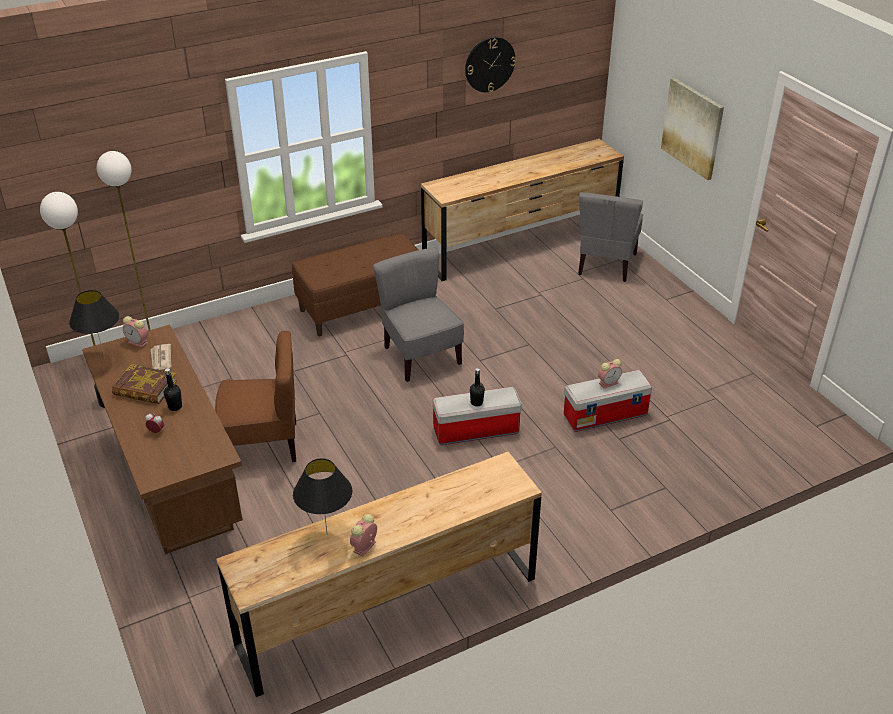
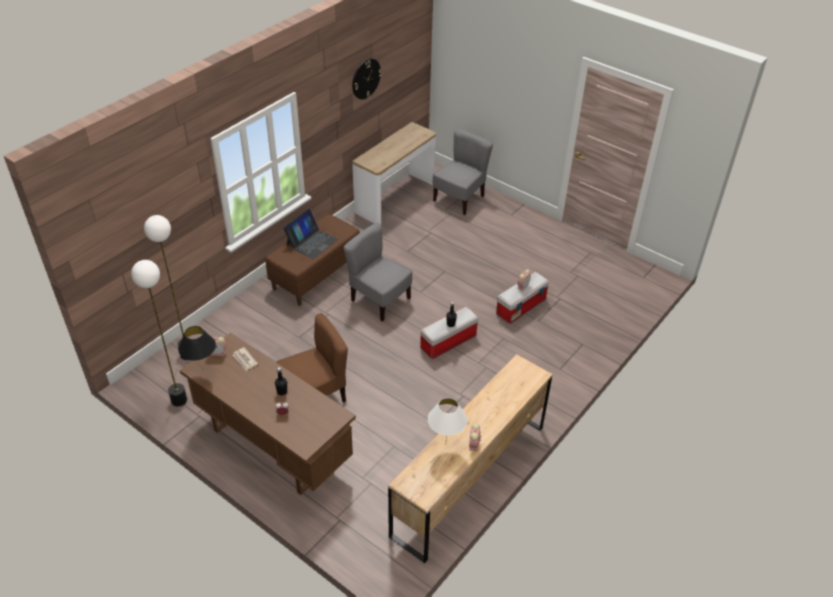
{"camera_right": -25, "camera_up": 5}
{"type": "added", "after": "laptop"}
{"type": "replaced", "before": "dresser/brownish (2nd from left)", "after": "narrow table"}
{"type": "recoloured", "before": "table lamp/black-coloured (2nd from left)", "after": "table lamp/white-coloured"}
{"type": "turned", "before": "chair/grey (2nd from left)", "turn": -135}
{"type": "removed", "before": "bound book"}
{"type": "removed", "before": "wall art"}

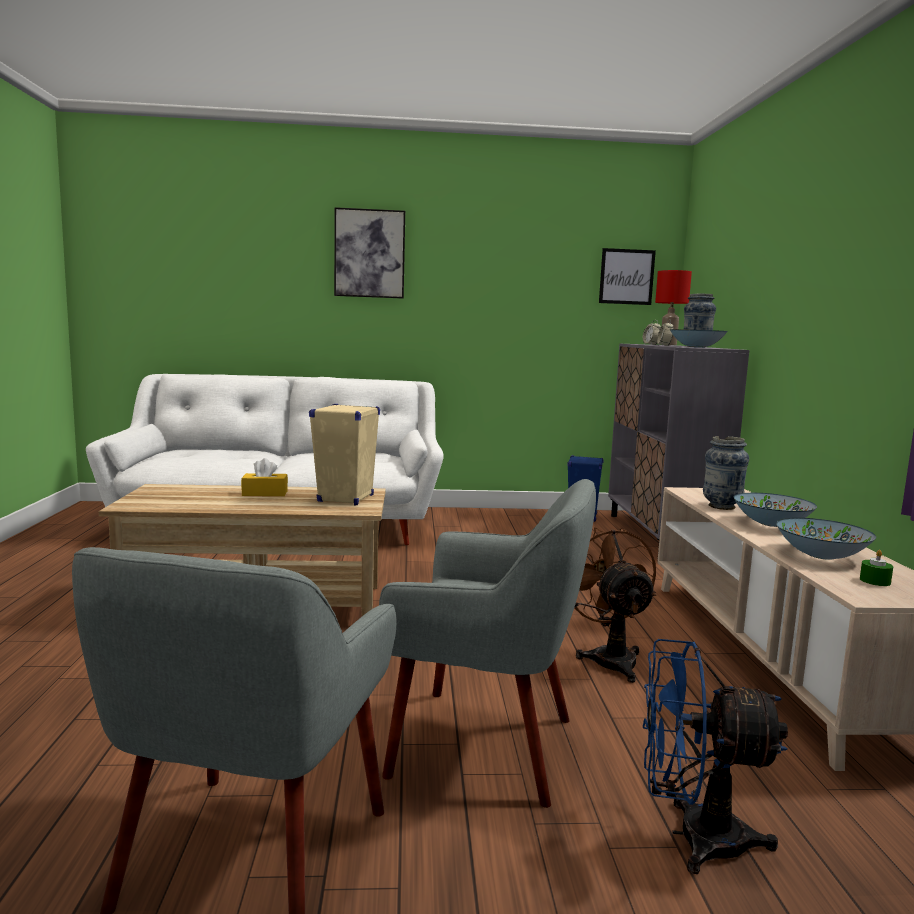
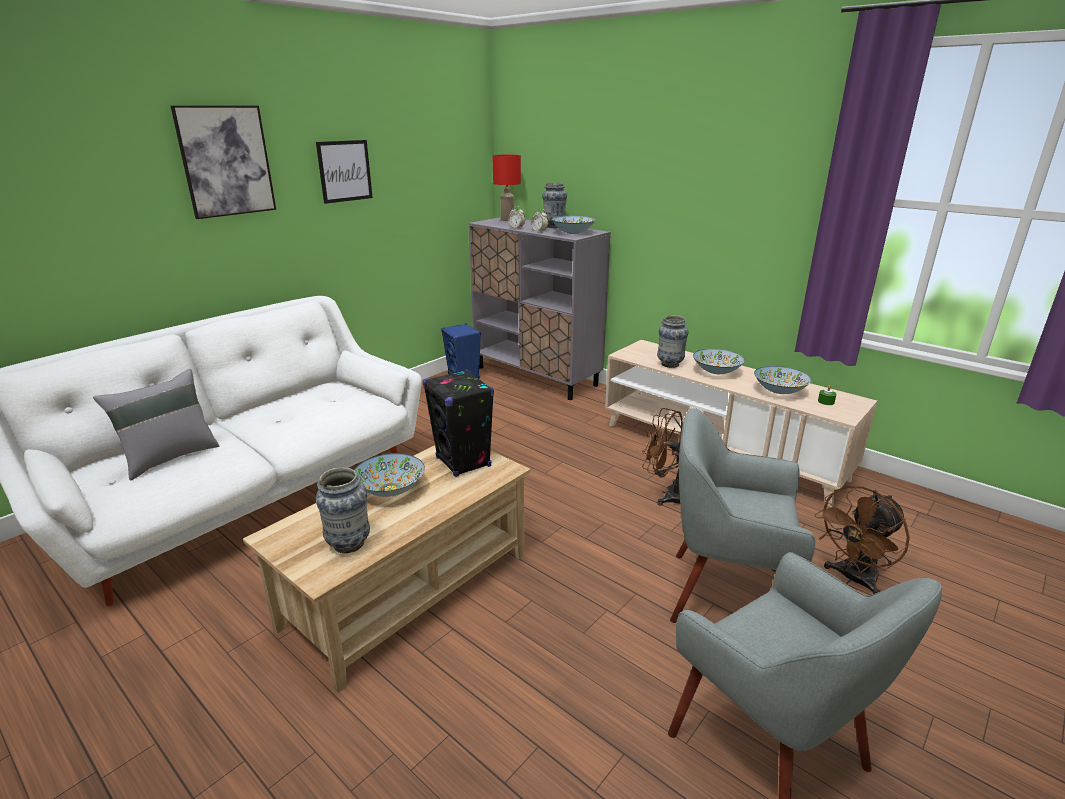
{"camera_right": -45, "camera_up": 15}
{"type": "added", "after": "cushion/grey"}
{"type": "moved", "before": "wall art (2nd from left)"}
{"type": "added", "after": "decorative vase (1st from left)"}
{"type": "replaced", "before": "box of tissues/yellowish", "after": "bowl (1st from left)"}
{"type": "recoloured", "before": "speaker/sand-coloured", "after": "speaker/black-coloured"}
{"type": "turned", "before": "armchair/grey (2nd from left in the first image)", "turn": -135}
{"type": "recoloured", "before": "electric fan/blue", "after": "electric fan/brownish (2nd from left)"}

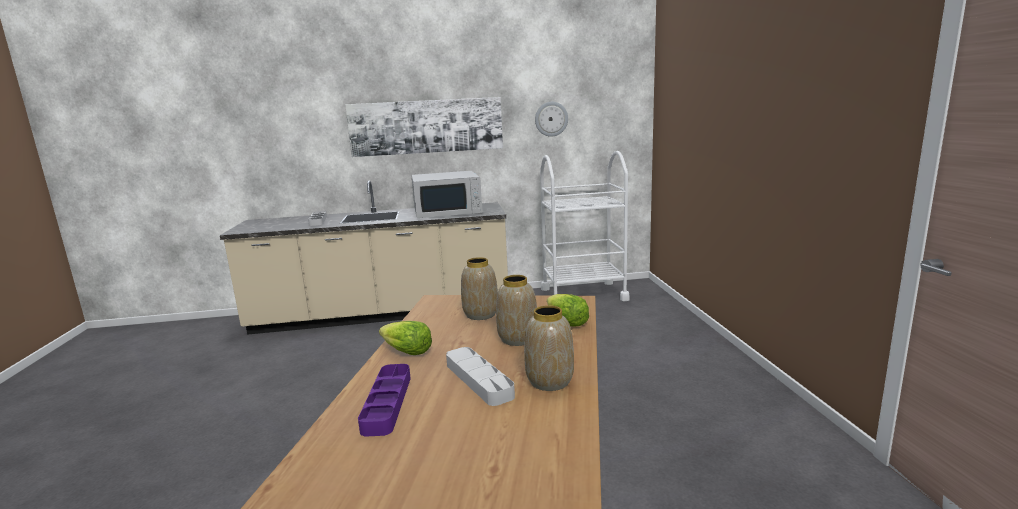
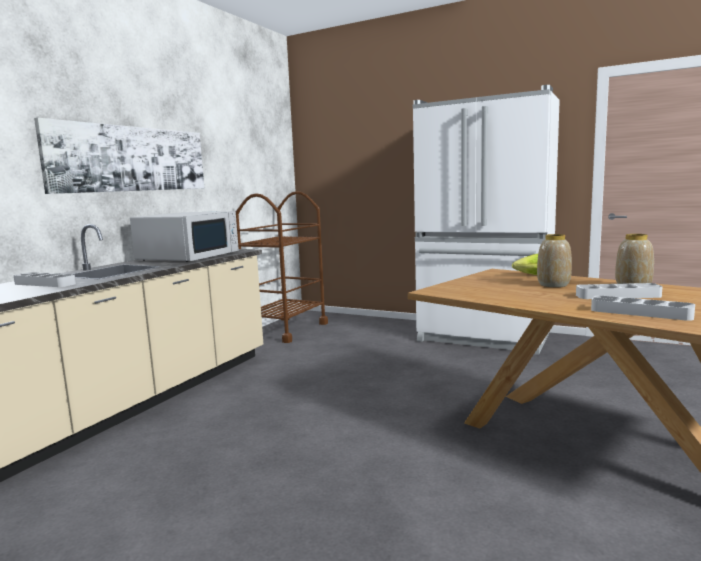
{"camera_right": -55, "camera_up": -5}
{"type": "recoloured", "before": "trolley/white-coloured", "after": "trolley/brownish"}
{"type": "added", "after": "kitchen fridge/white-coloured"}
{"type": "recoloured", "before": "tray/purple", "after": "tray/grey (3rd from left)"}
{"type": "removed", "before": "lettuce (1st from left)"}
{"type": "removed", "before": "decorative vase (1st from left)"}
{"type": "removed", "before": "hanging clock"}

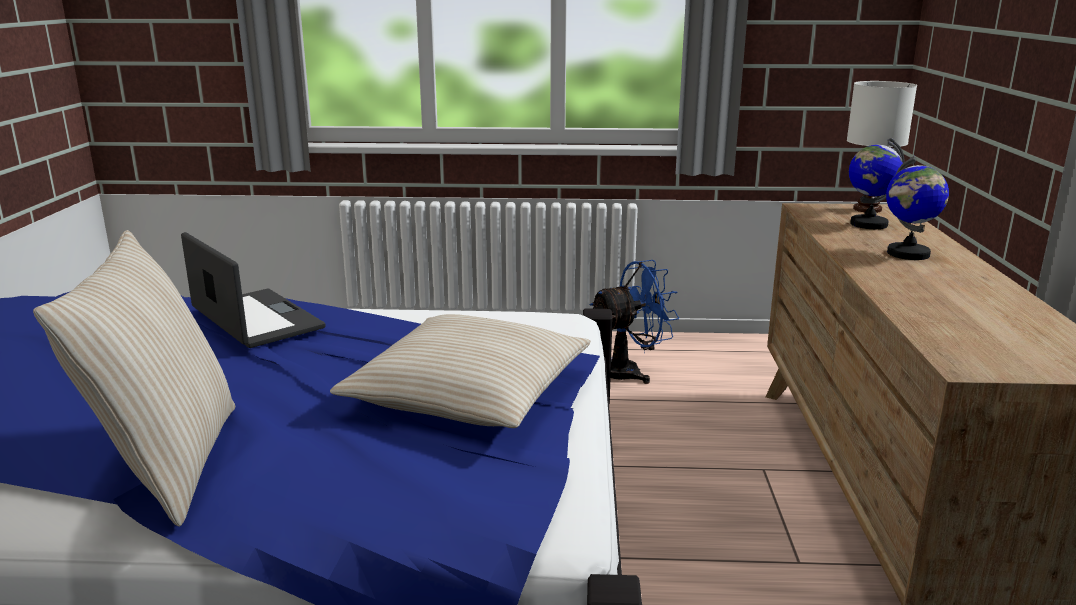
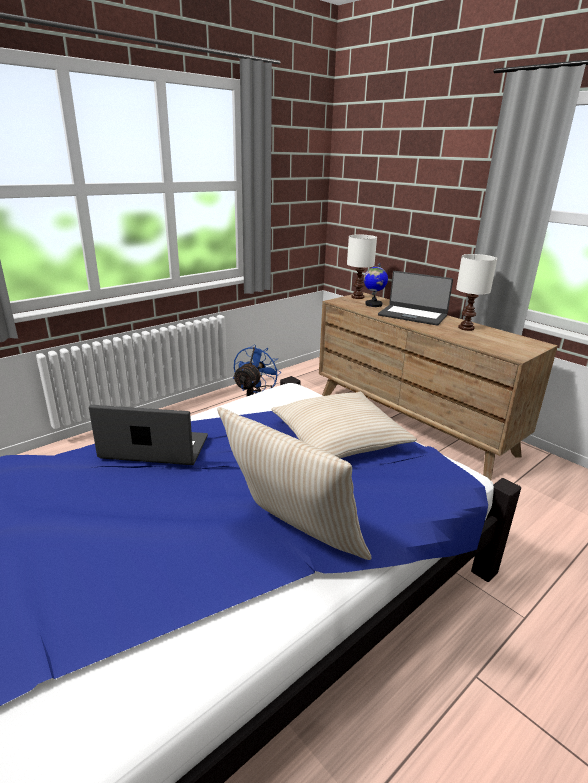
{"camera_right": -45, "camera_up": 5}
{"type": "replaced", "before": "globe (2nd from left)", "after": "laptop (2nd from left)"}
{"type": "added", "after": "table lamp/white-coloured (2nd from left)"}

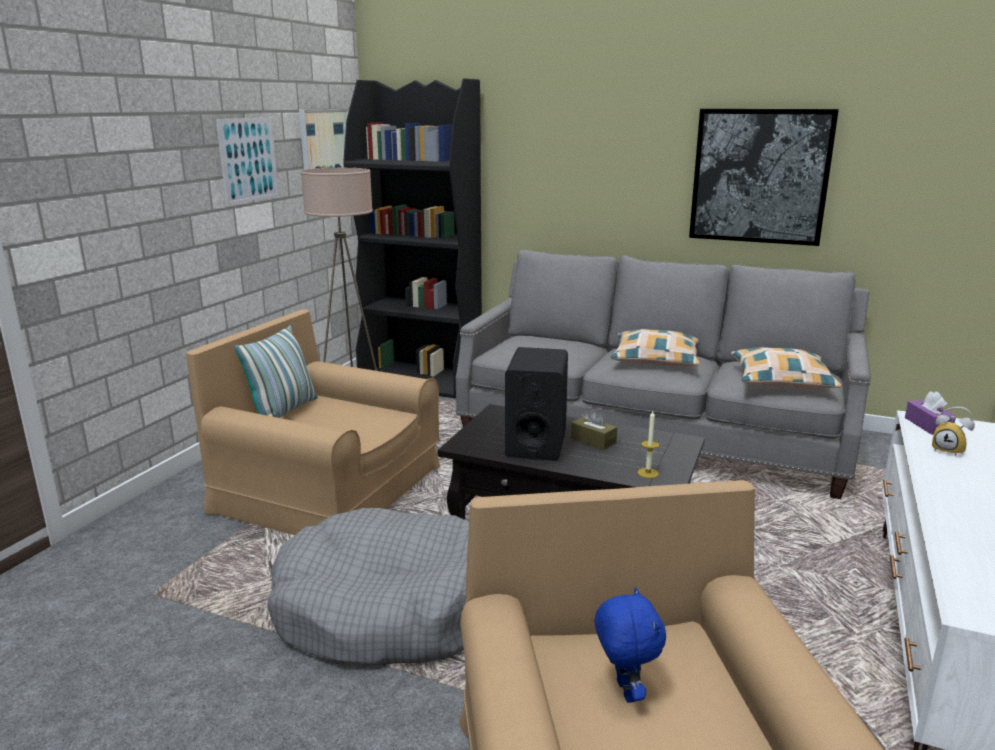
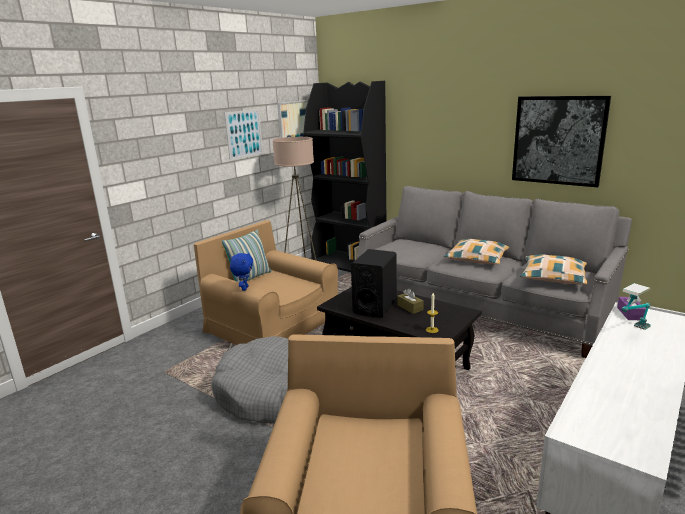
{"camera_right": 15, "camera_up": 0}
{"type": "moved", "before": "cuddly toy/blue"}
{"type": "replaced", "before": "table clock", "after": "table lamp"}

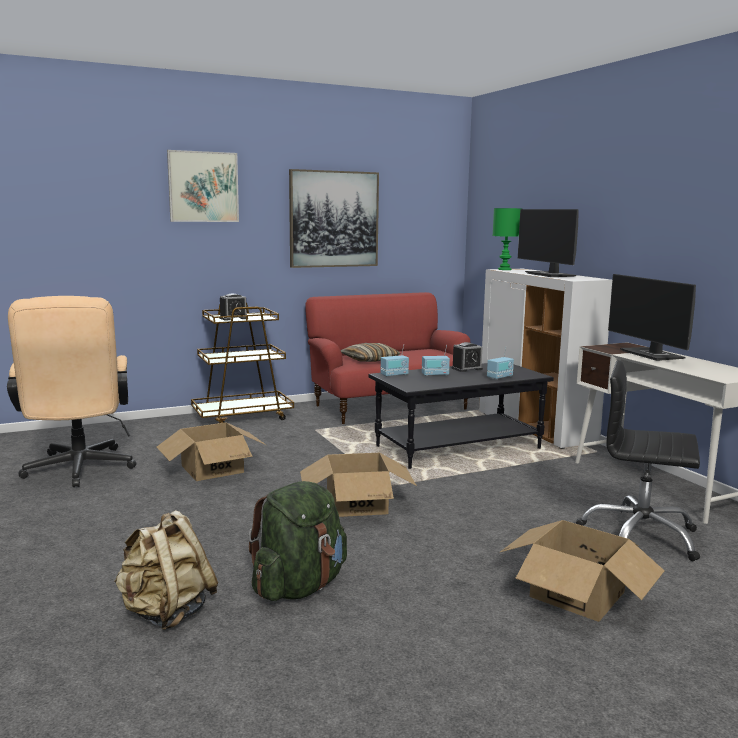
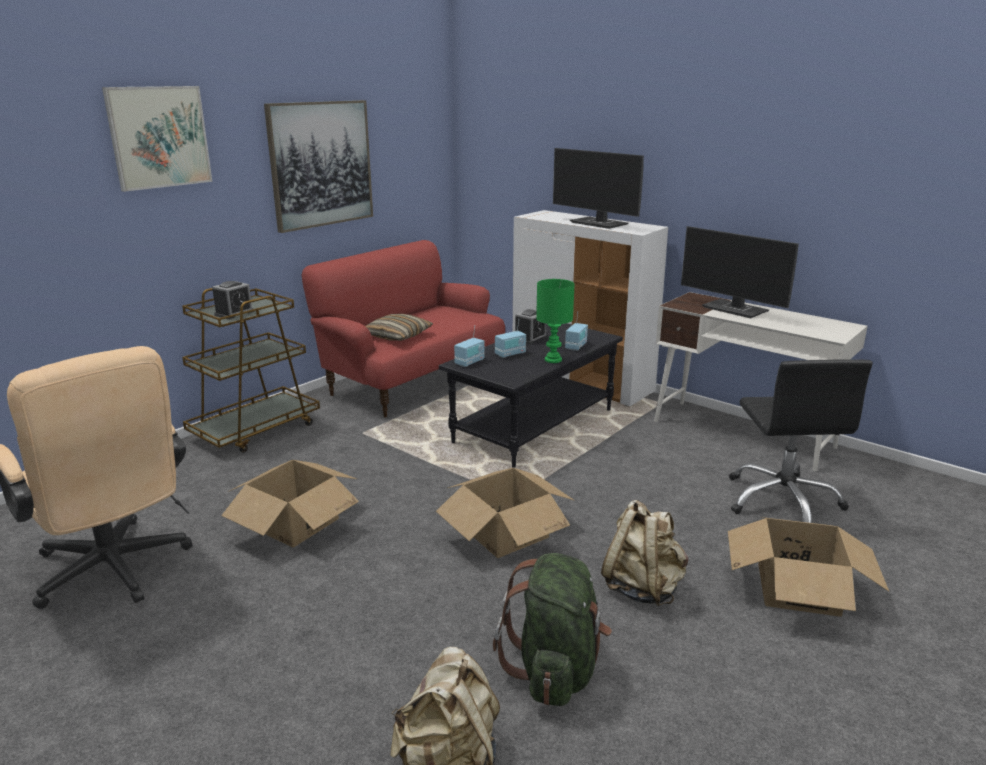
{"camera_right": -25, "camera_up": 10}
{"type": "moved", "before": "table lamp/green-coloured"}
{"type": "added", "after": "backpack/sand-coloured (2nd from left)"}
{"type": "turned", "before": "desk chair/black-coloured", "turn": -90}

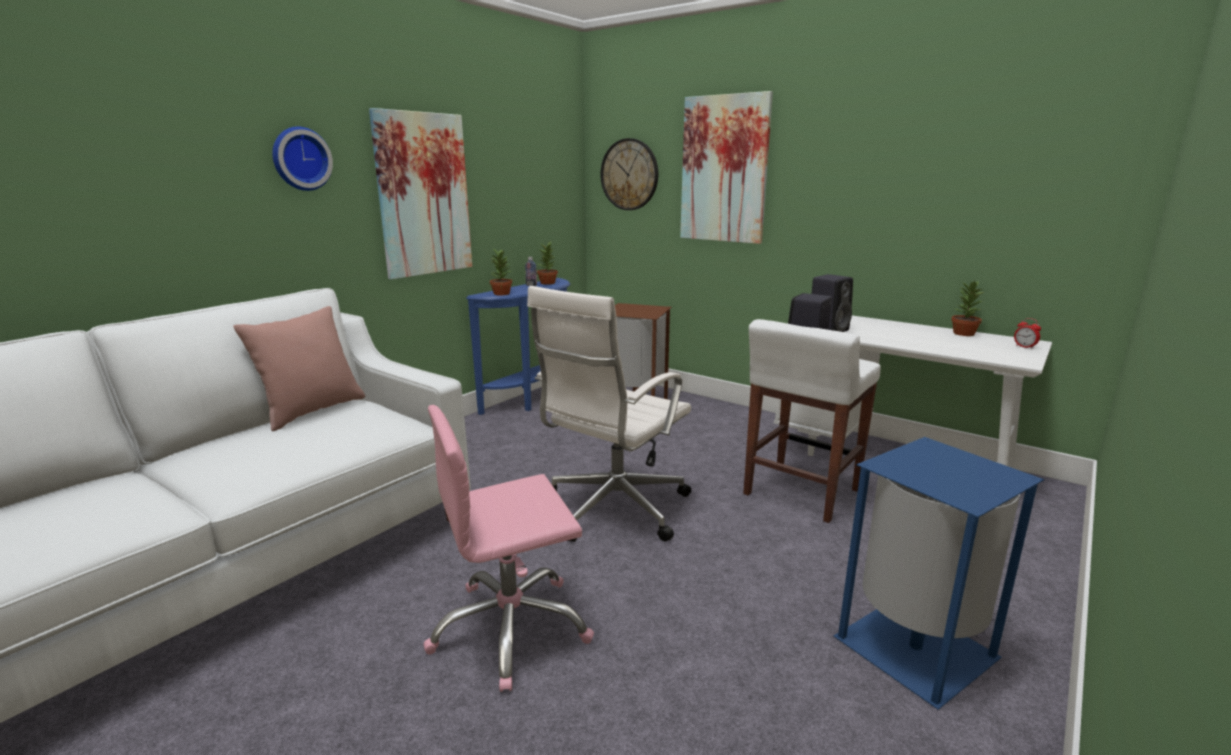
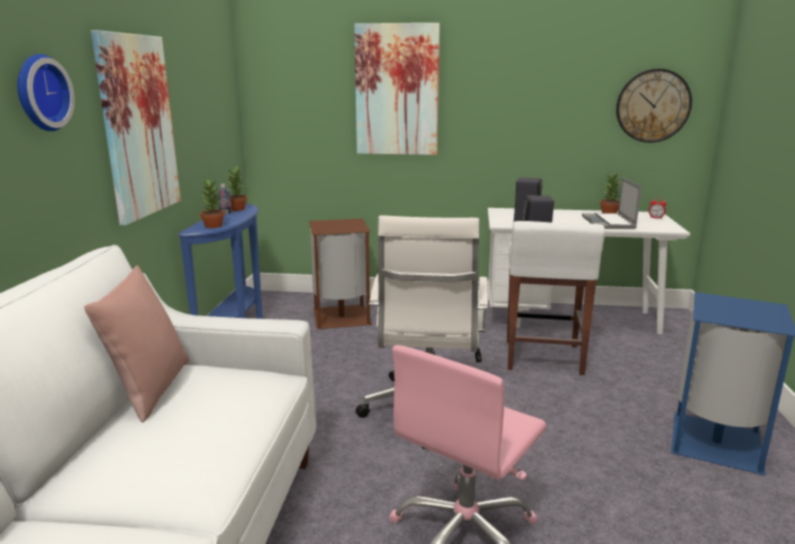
{"camera_right": -30, "camera_up": 0}
{"type": "added", "after": "laptop"}
{"type": "moved", "before": "hanging clock (2nd from left)"}

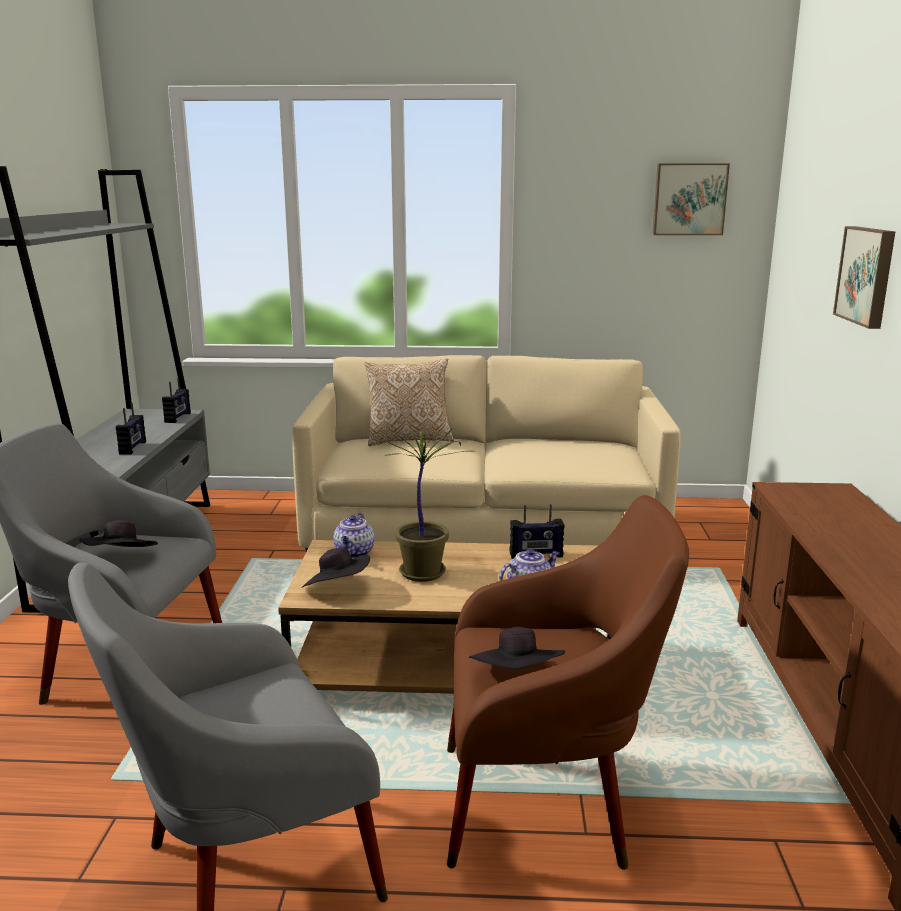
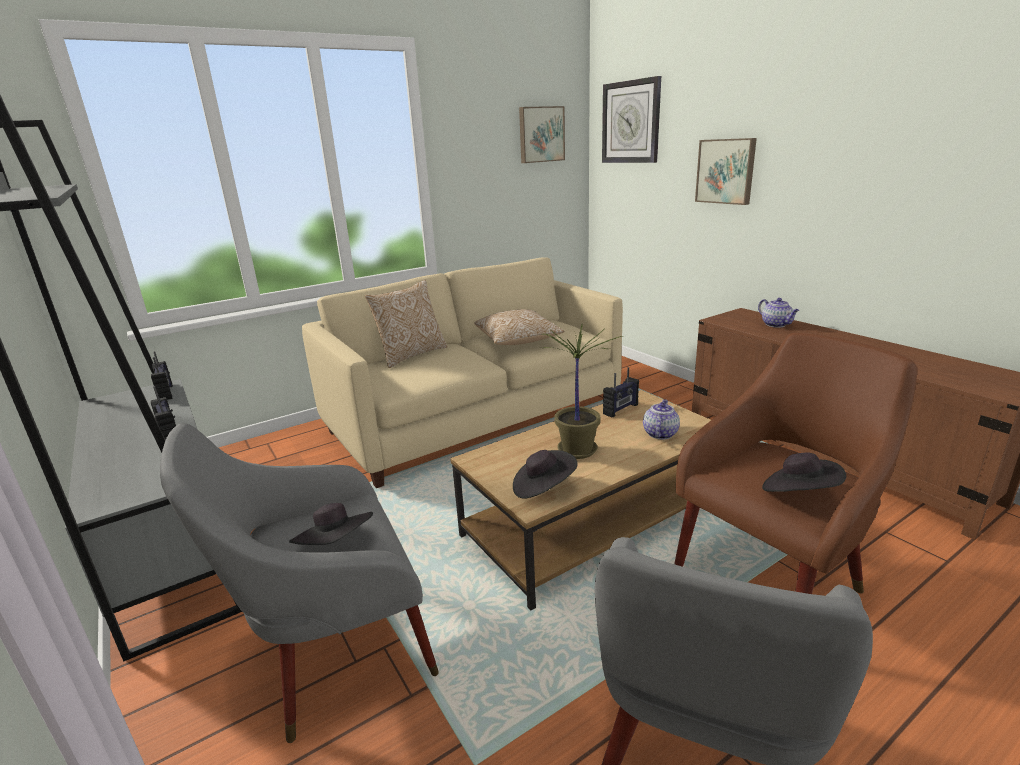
{"camera_right": -35, "camera_up": 5}
{"type": "added", "after": "cushion (2nd from left)"}
{"type": "added", "after": "hanging clock"}
{"type": "moved", "before": "tea pot (1st from left in the first image)", "after": "tea pot (2nd from left)"}

